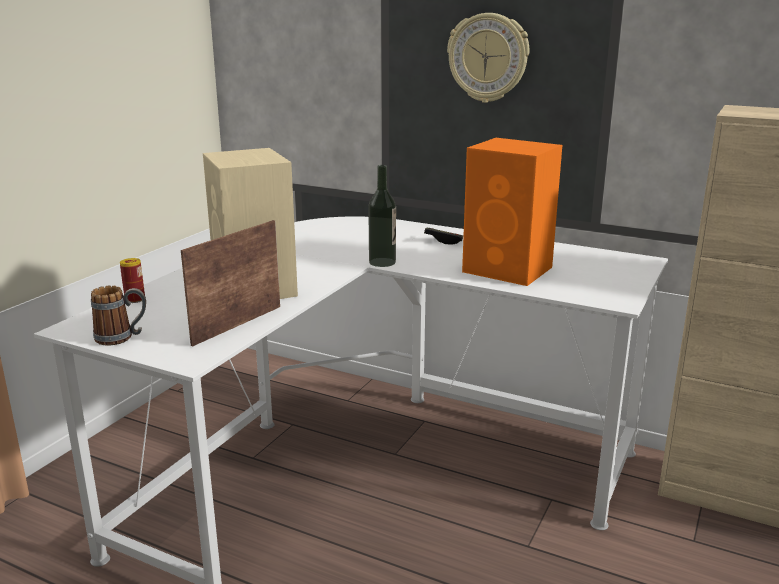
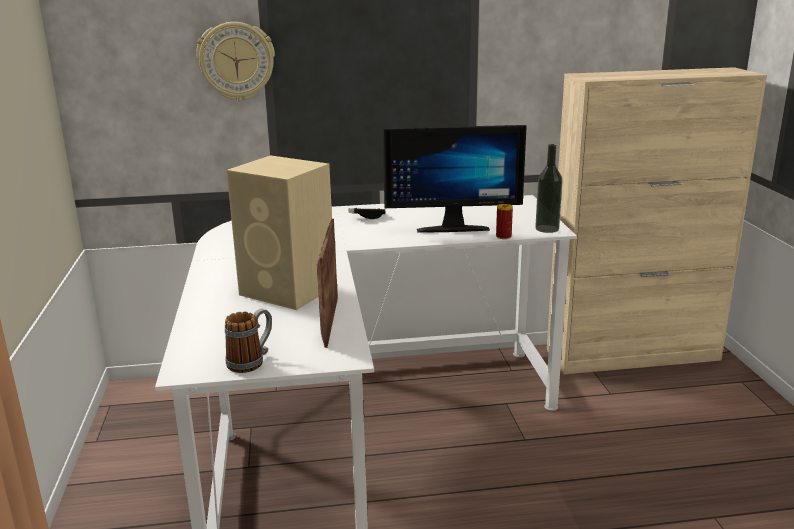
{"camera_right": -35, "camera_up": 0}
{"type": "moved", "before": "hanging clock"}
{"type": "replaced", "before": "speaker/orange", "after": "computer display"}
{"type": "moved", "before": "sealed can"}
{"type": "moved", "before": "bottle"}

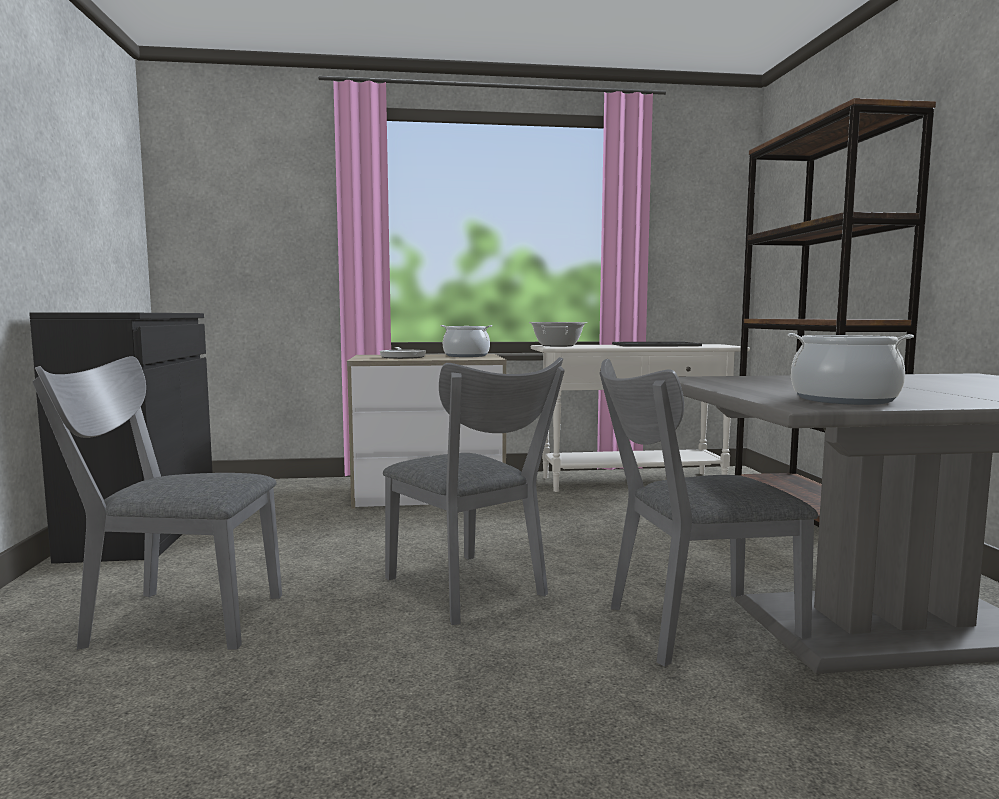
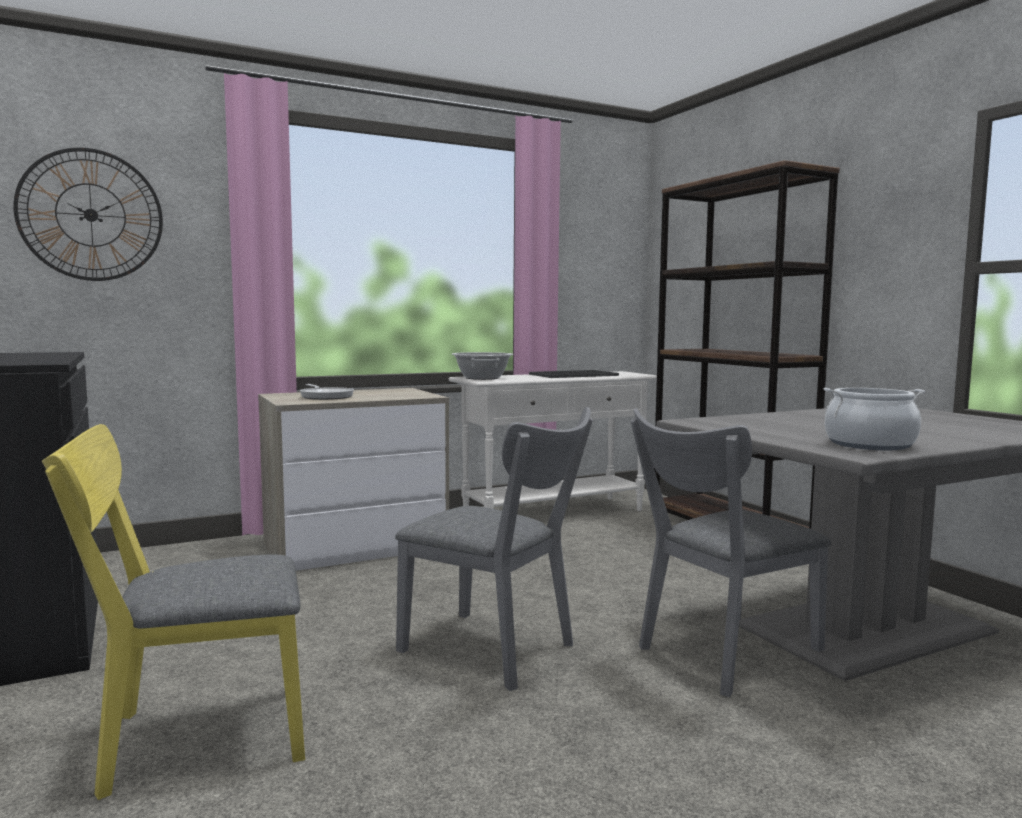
{"camera_right": -20, "camera_up": 0}
{"type": "added", "after": "hanging clock"}
{"type": "recoloured", "before": "chair/grey (1st from left)", "after": "chair/yellowish"}
{"type": "removed", "before": "saucepot (1st from left)"}

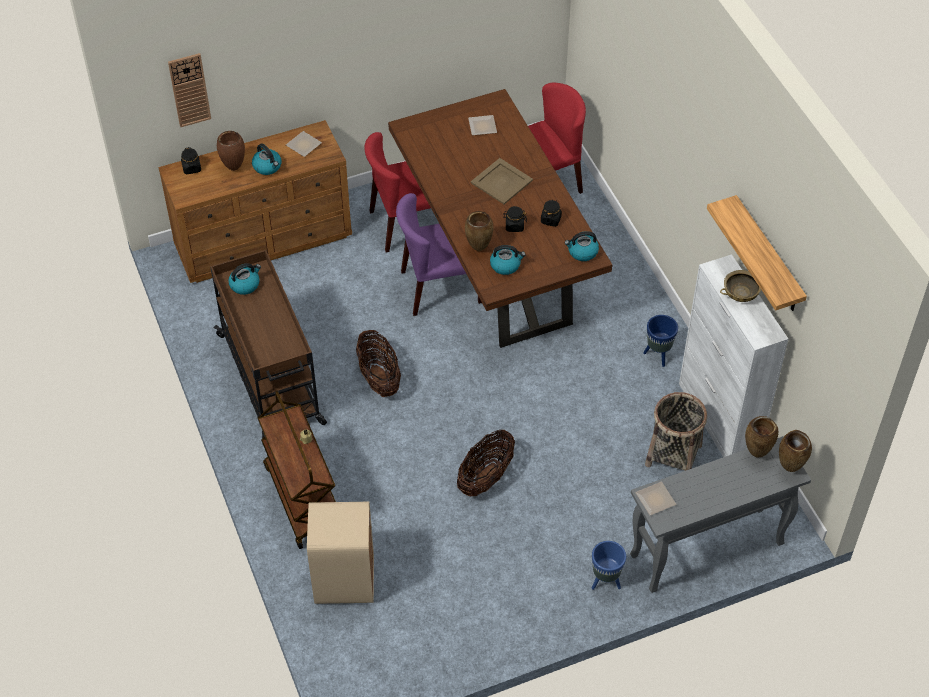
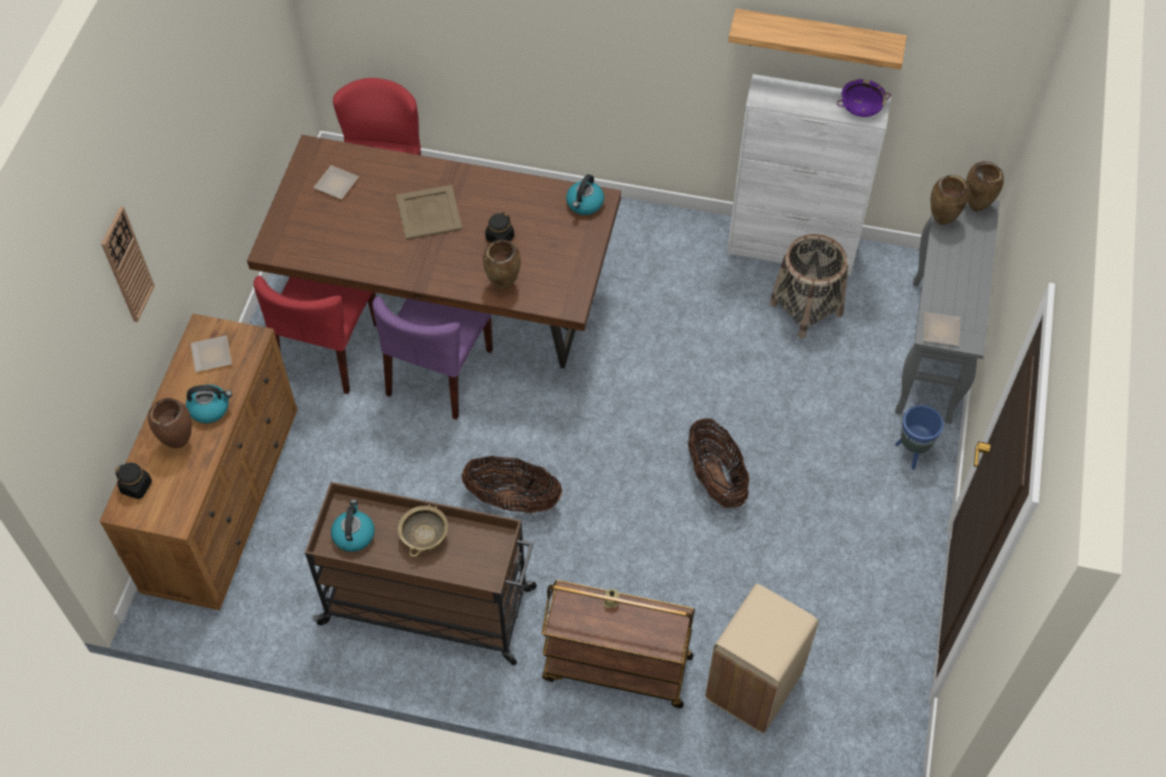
{"camera_right": -55, "camera_up": 5}
{"type": "moved", "before": "hanging clock"}
{"type": "moved", "before": "bowl/sand-coloured"}
{"type": "added", "after": "bowl/purple"}
{"type": "removed", "before": "kettle (3rd from left)"}
{"type": "removed", "before": "jar/black-coloured (3rd from left)"}
{"type": "removed", "before": "planter/blue (2nd from left)"}

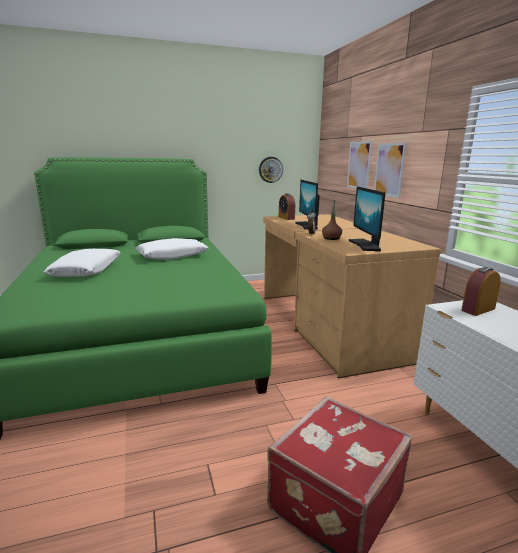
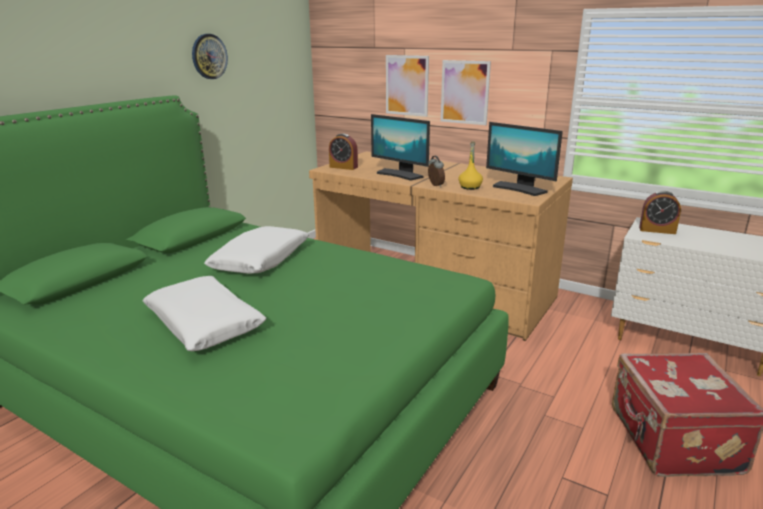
{"camera_right": -40, "camera_up": 5}
{"type": "moved", "before": "hanging clock"}
{"type": "recoloured", "before": "bottle/brownish", "after": "bottle/yellowish"}
{"type": "turned", "before": "table clock (3rd from left)", "turn": -90}

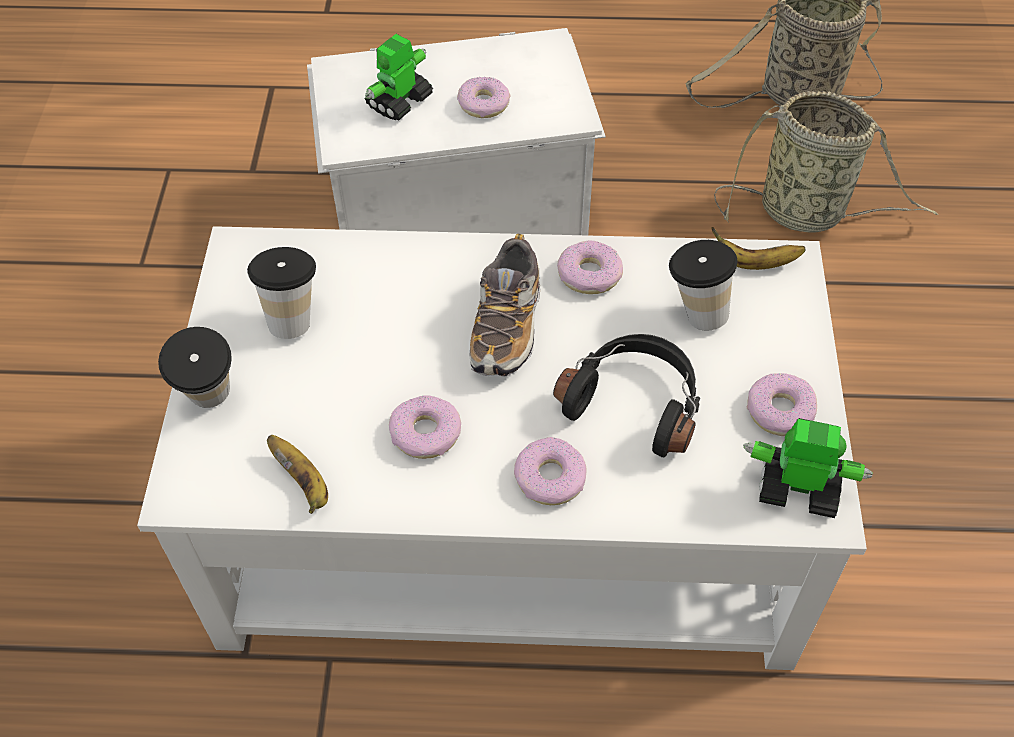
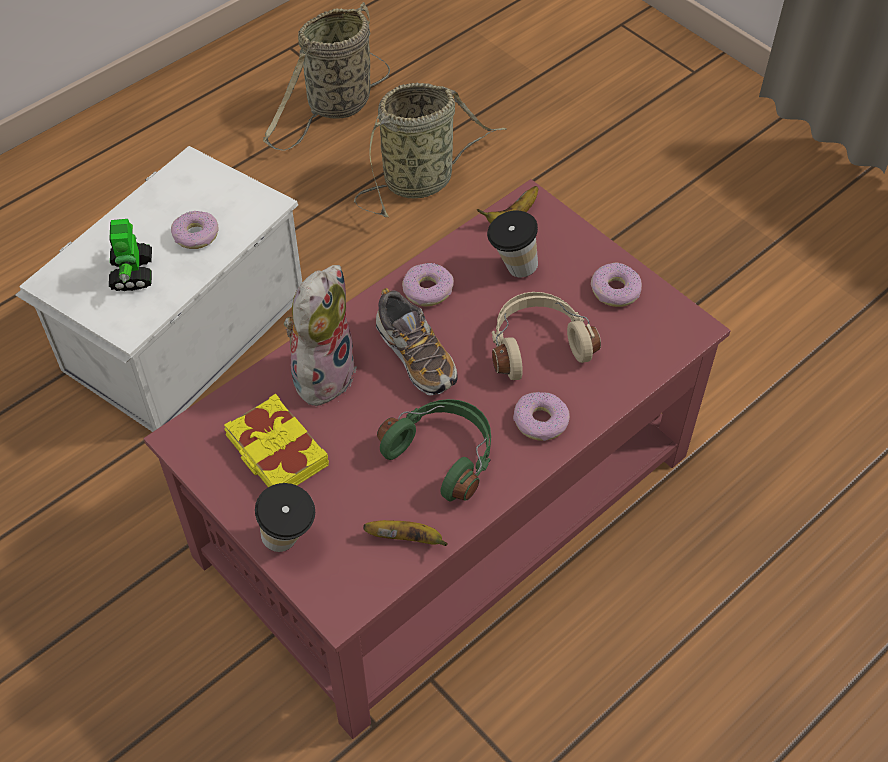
{"camera_right": -45, "camera_up": 0}
{"type": "recoloured", "before": "lounge table/white-coloured", "after": "lounge table/red"}
{"type": "replaced", "before": "drinking cup (2nd from left)", "after": "bound book/yellowish"}
{"type": "added", "after": "cuddly toy"}
{"type": "replaced", "before": "doughnut (1st from left)", "after": "headphones/green-coloured"}
{"type": "recoloured", "before": "headphones/black-coloured", "after": "headphones/sand-coloured"}
{"type": "removed", "before": "toy robot (2nd from left)"}

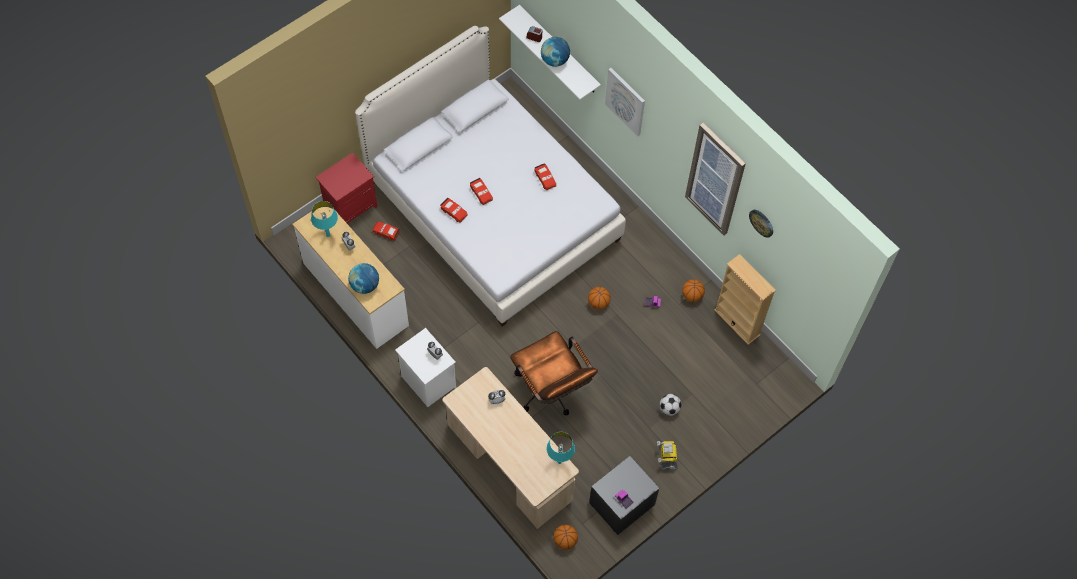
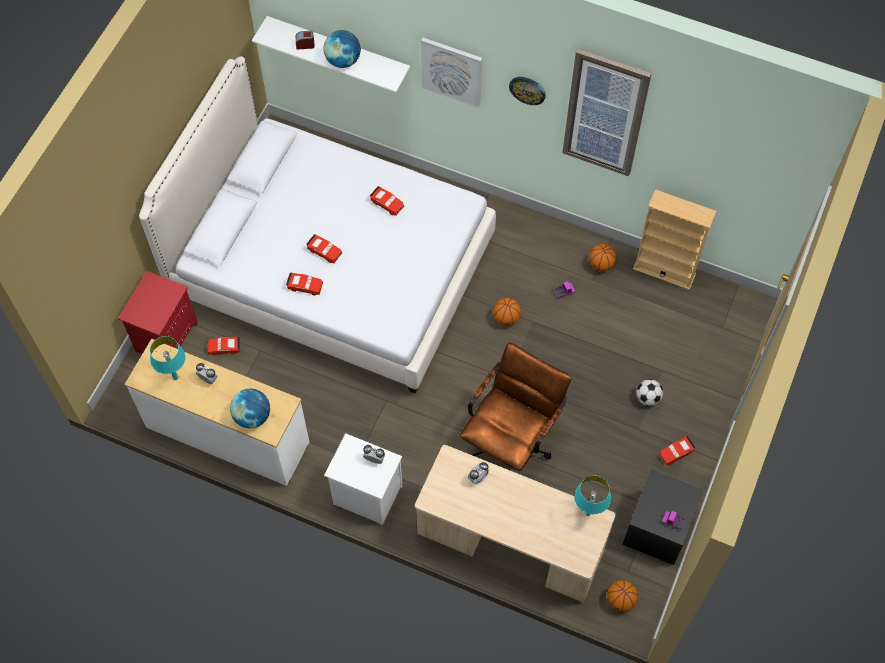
{"camera_right": -25, "camera_up": 0}
{"type": "turned", "before": "desk chair/brownish", "turn": -90}
{"type": "moved", "before": "hanging clock"}
{"type": "replaced", "before": "toy robot", "after": "toy car/red (5th from left)"}

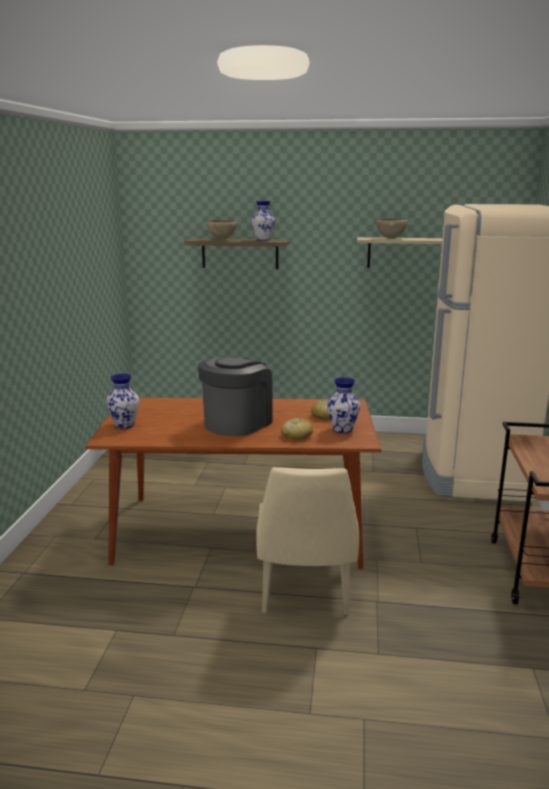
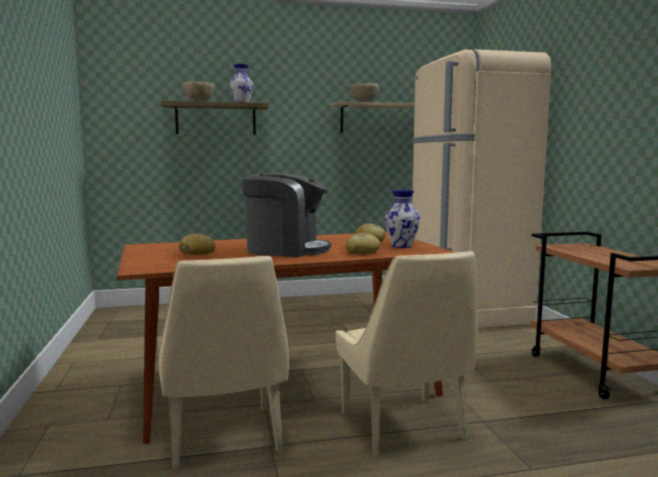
{"camera_right": -20, "camera_up": -10}
{"type": "added", "after": "chair/sand-coloured (1st from left)"}
{"type": "added", "after": "bakery bread (1st from left)"}
{"type": "turned", "before": "coffee machine", "turn": 90}
{"type": "removed", "before": "decorative vase (1st from left)"}

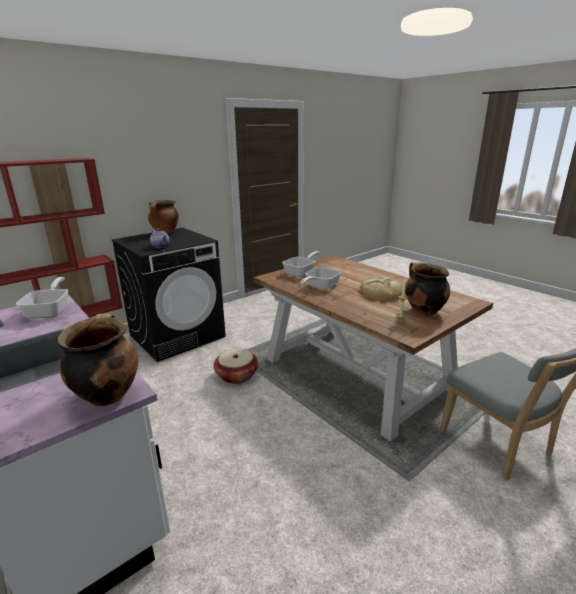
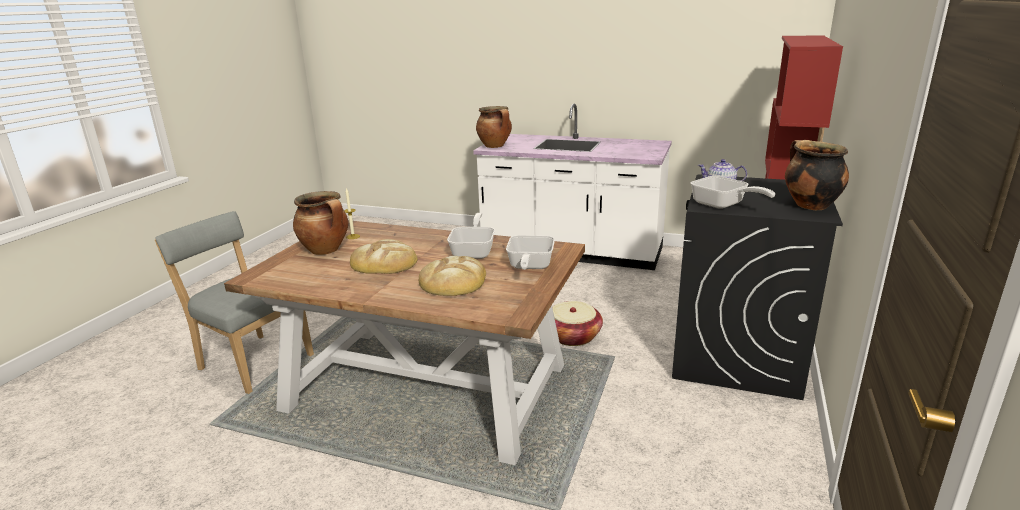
{"camera_right": 150, "camera_up": 0}
{"type": "added", "after": "bakery bread (2nd from left)"}
{"type": "moved", "before": "pan (1st from left in the first image)", "after": "pan (3rd from left)"}

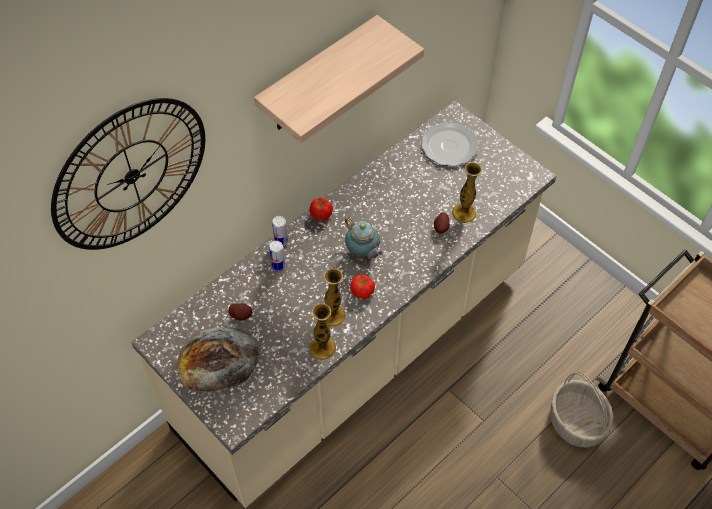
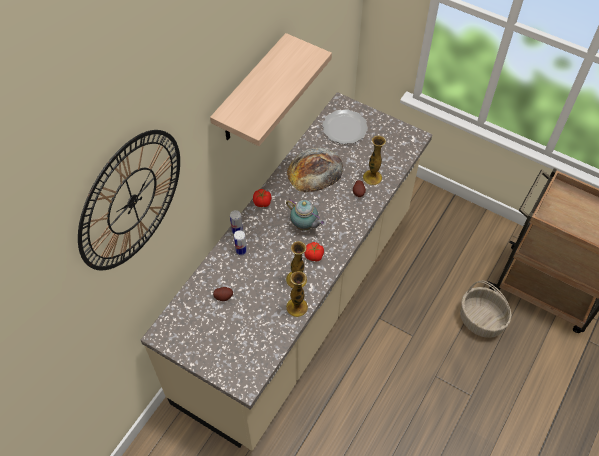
{"camera_right": -15, "camera_up": 0}
{"type": "moved", "before": "bakery bread"}

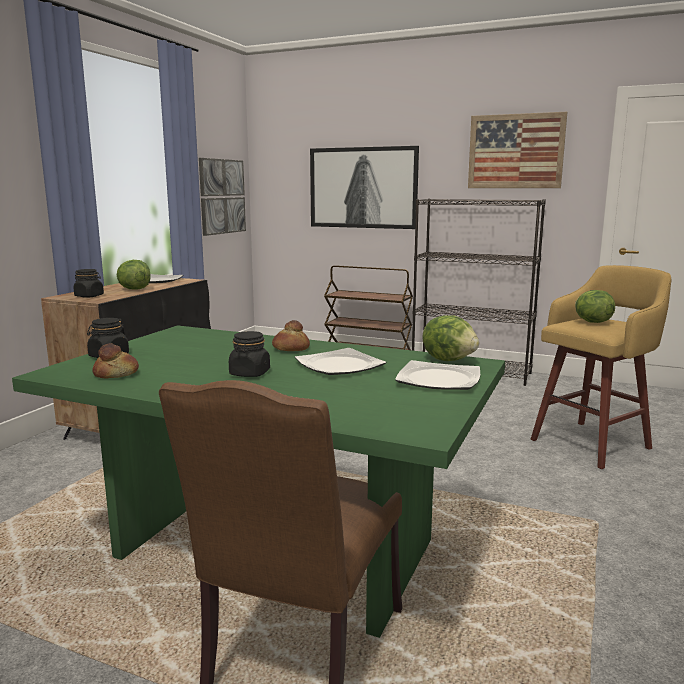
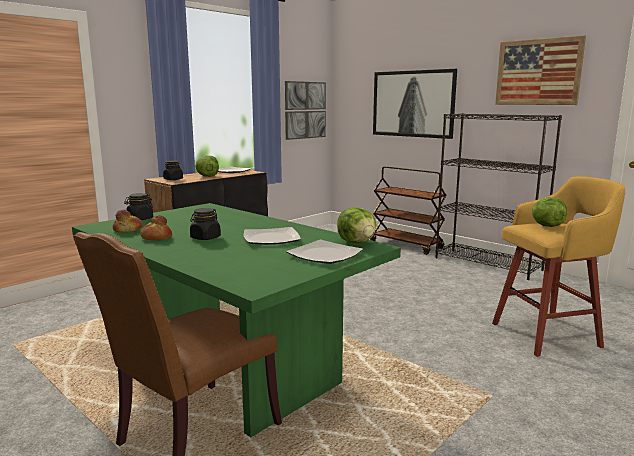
{"camera_right": 20, "camera_up": 0}
{"type": "moved", "before": "bakery bread (2nd from left)"}

